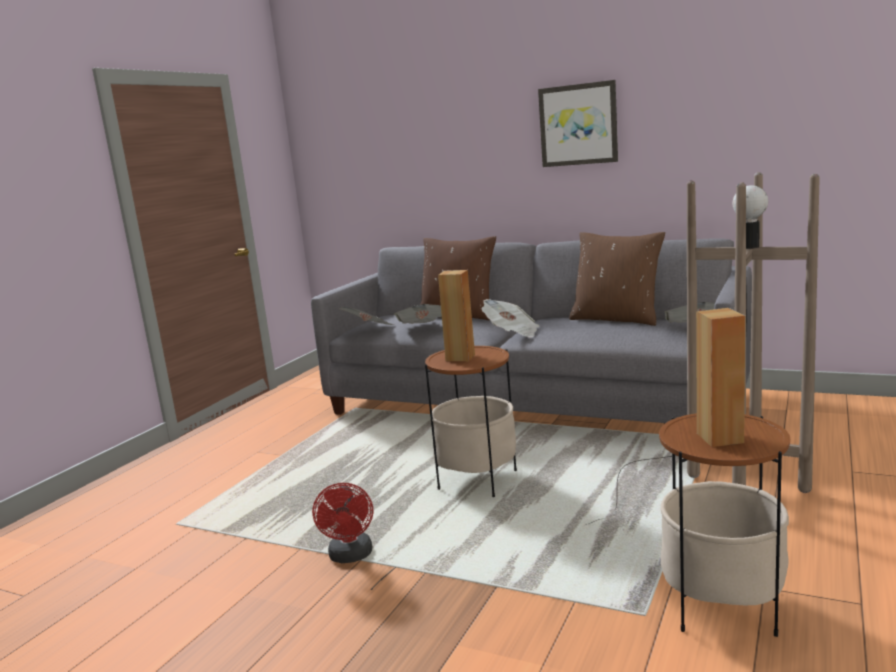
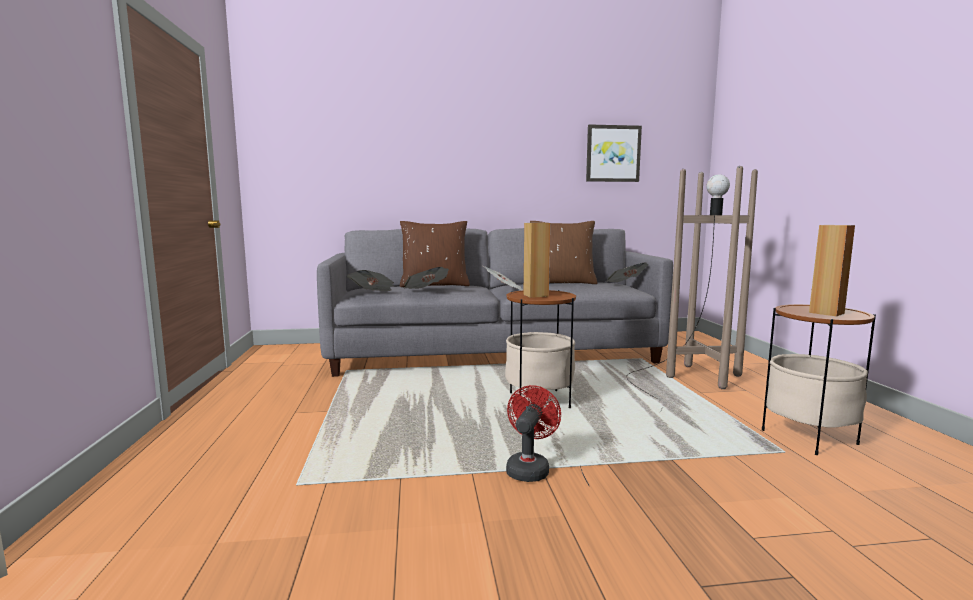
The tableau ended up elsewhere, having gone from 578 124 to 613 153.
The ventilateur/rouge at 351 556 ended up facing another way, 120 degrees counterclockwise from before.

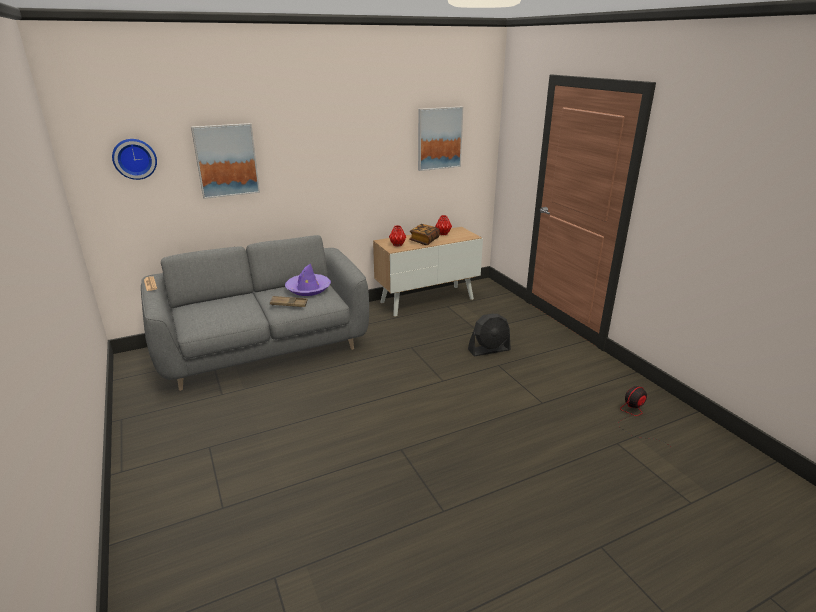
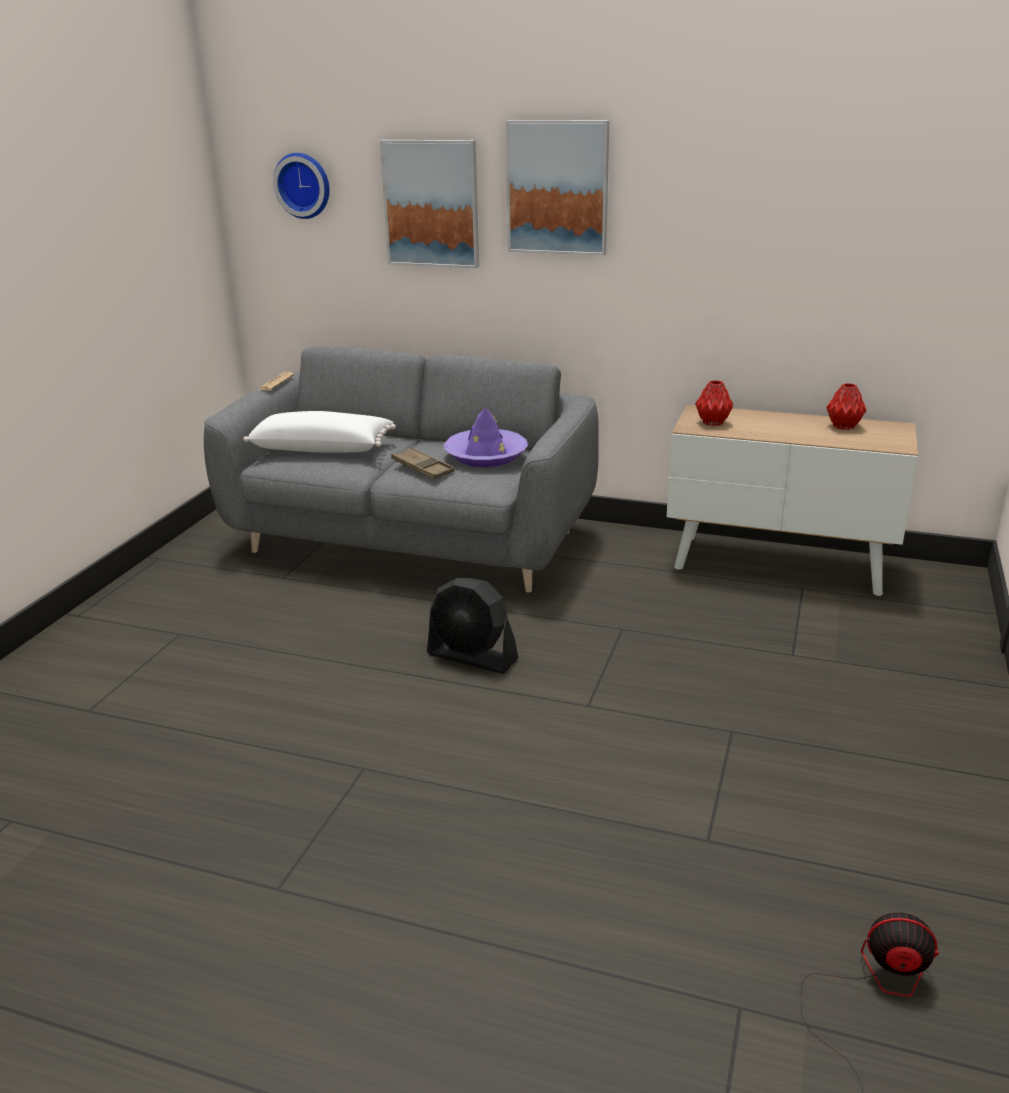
The second view lost the livre at 424 240.
The second view gained the coussin/blanc at 322 448.
The tableau ended up elsewhere, having gone from 439 138 to 557 188.
The ventilateur/noir ended up elsewhere, having gone from 489 350 to 472 657.

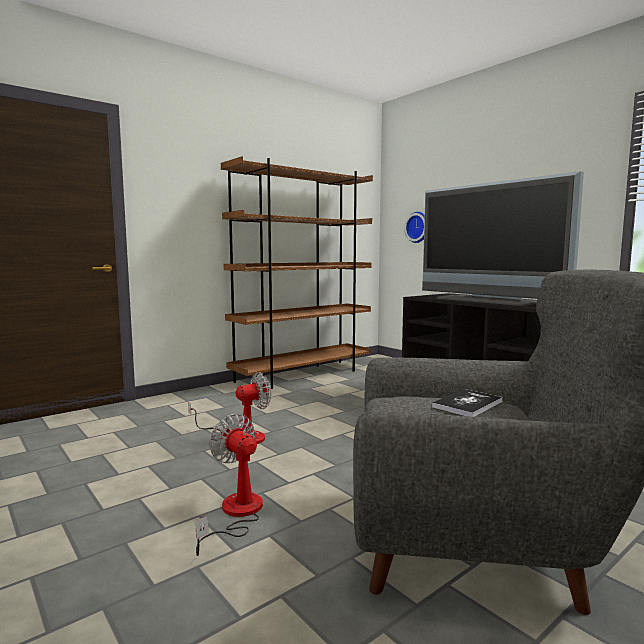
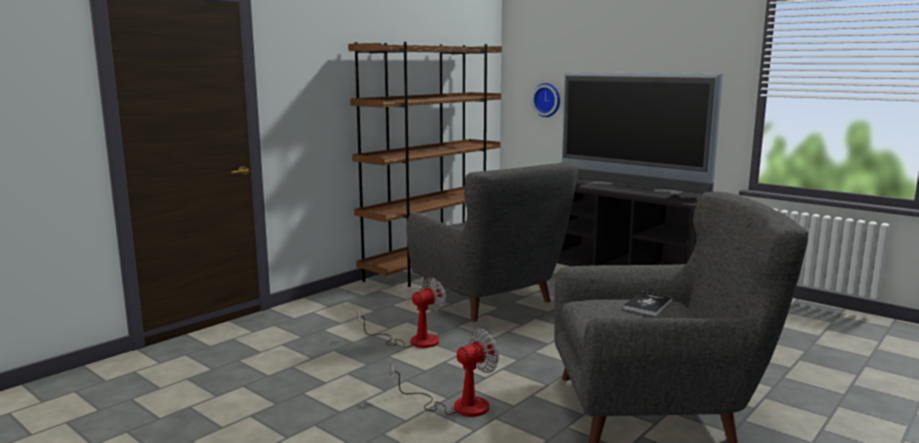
The second view gained the fauteuil/gris at 489 301.
The ventilateur at 236 514 ended up facing another way, 105 degrees clockwise from before.

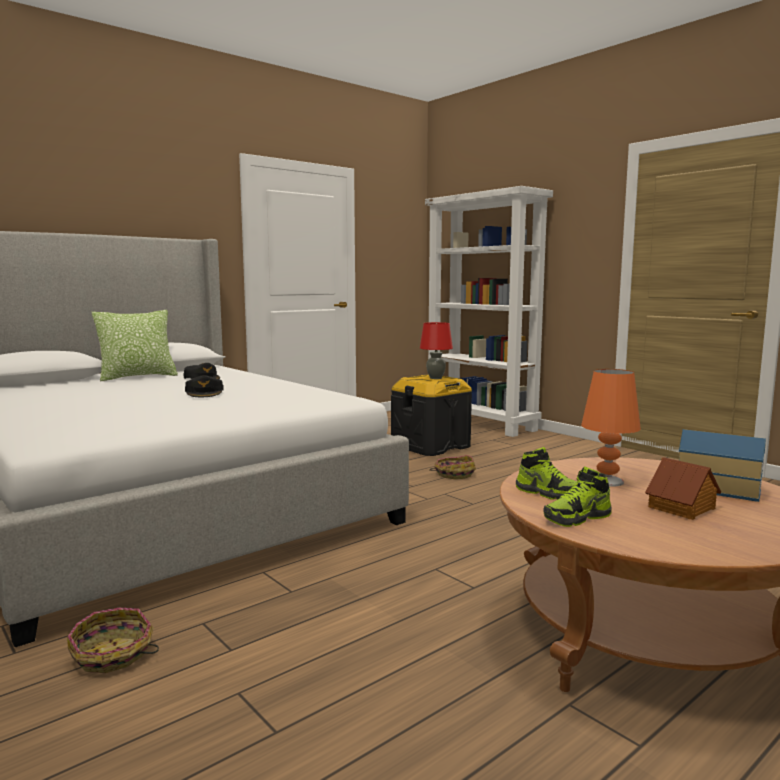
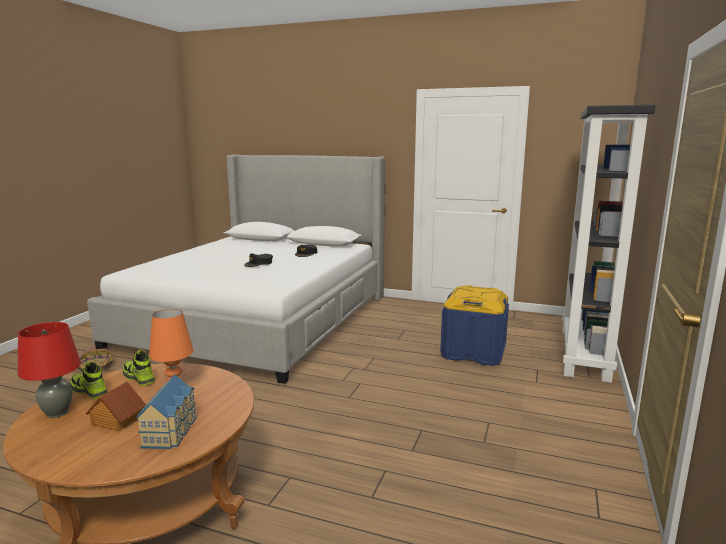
The second view lost the coussin at 137 377.
The second view lost the panier at 454 474.
The lampe de table/rouge ended up elsewhere, having gone from 436 378 to 57 413.
What was the boîte de rangement/noir at 430 446 turned into the boîte de rangement/bleu at 473 352.
What was the bibliothèque/blanc at 481 423 turned into the bibliothèque/noir at 585 354.
The chaussure at 549 493 ended up facing another way, 120 degrees clockwise from before.

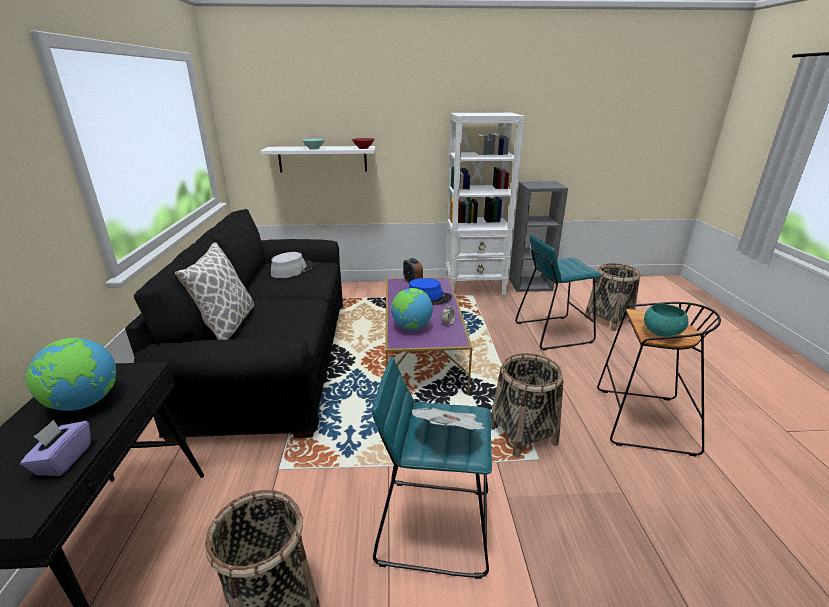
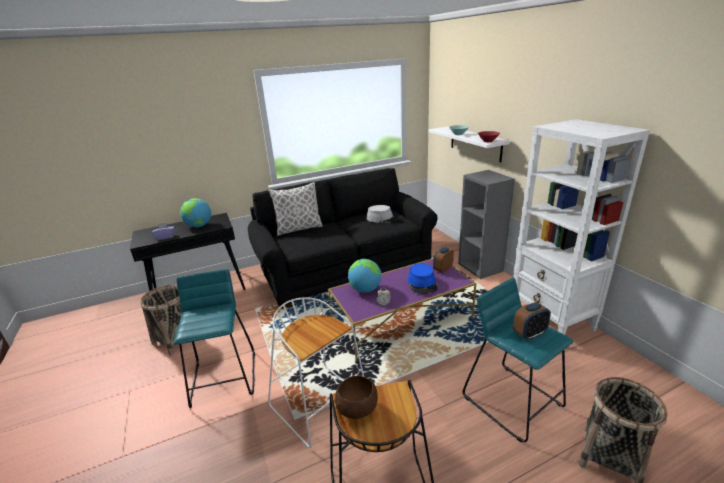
The second view lost the journal at 450 433.
The second view gained the réveil at 529 334.
The bibliothèque/gris ended up elsewhere, having gone from 530 285 to 481 267.
Where the panier stood at 522 434, the tabouret/blanc came to stand at 321 404.
What was the bol/turquoise at 662 333 turned into the bol/marron at 357 410.

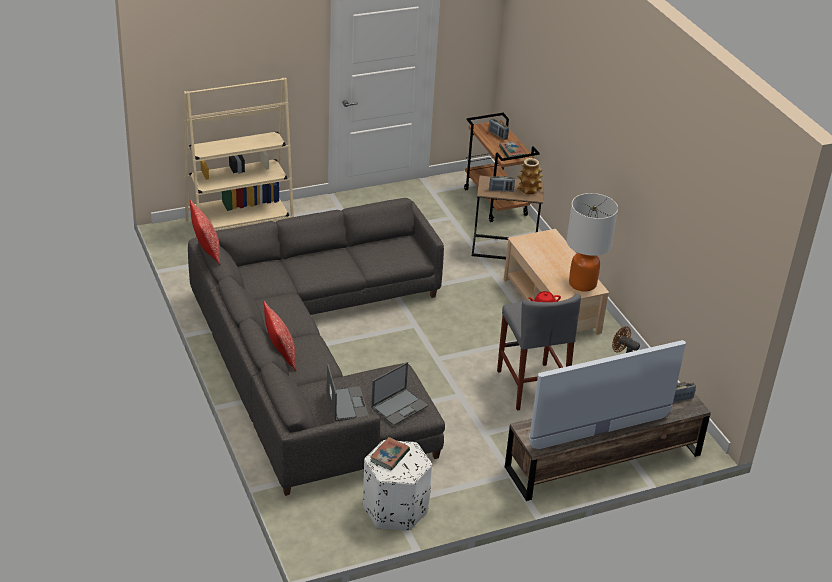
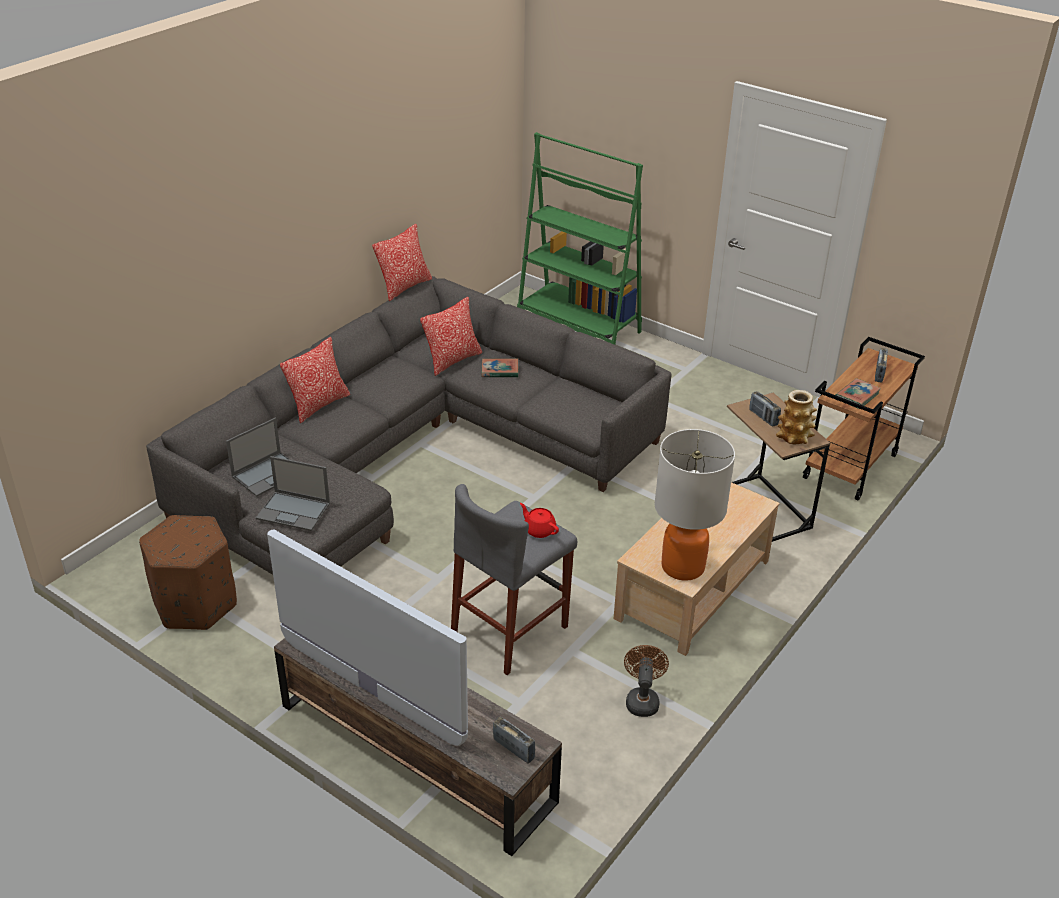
The second view gained the coussin at 452 360.
The livre ended up elsewhere, having gone from 389 456 to 500 371.
What was the bibliothèque/beige at 240 224 turned into the bibliothèque/vert at 578 326.
What was the pouf/blanc at 395 509 turned into the pouf/marron at 195 604.

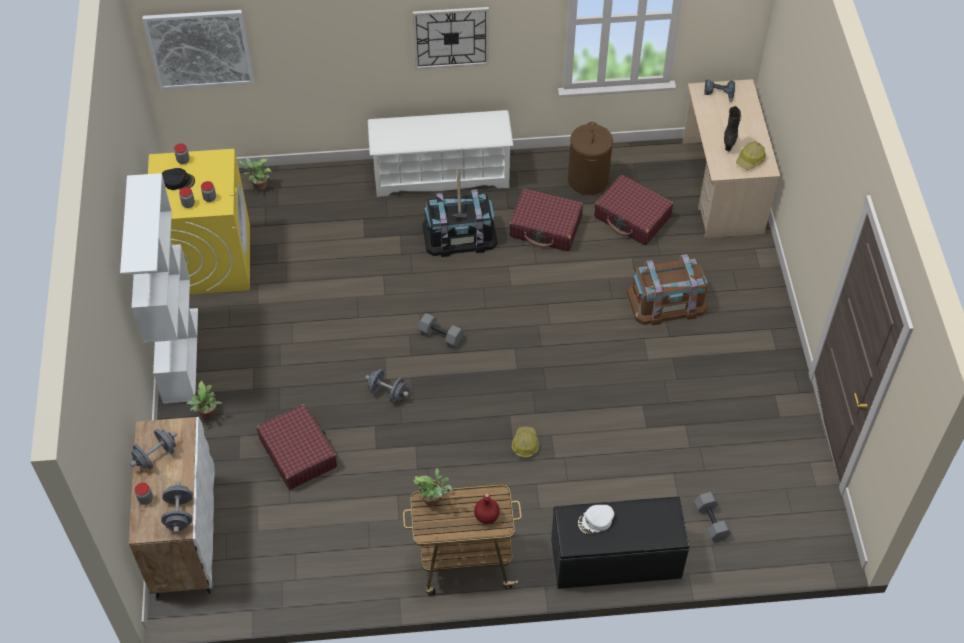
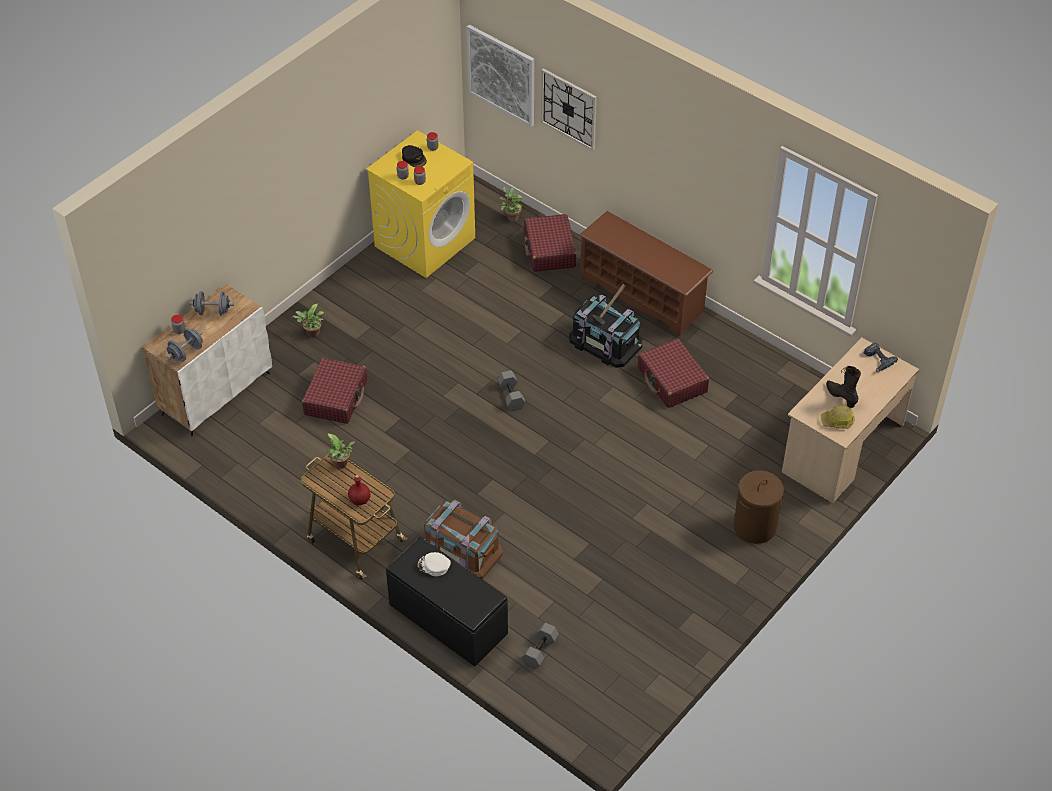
The second view lost the bibliothèque/blanc at 180 354.
The second view lost the haltère/gris at 387 392.
The second view lost the casque de chantier at 525 444.
The horloge murale ended up elsewhere, having gone from 451 37 to 569 109.
The panier à linge/marron ended up elsewhere, having gone from 588 180 to 754 527.
The valise/rouge ended up elsewhere, having gone from 632 217 to 549 250.
The boîte de rangement/marron ended up elsewhere, having gone from 666 301 to 461 550.
What was the étagère à chaussures/blanc at 441 175 turned into the étagère à chaussures/marron at 642 294.
The botte/noir at 730 139 ended up facing another way, 90 degrees counterclockwise from before.

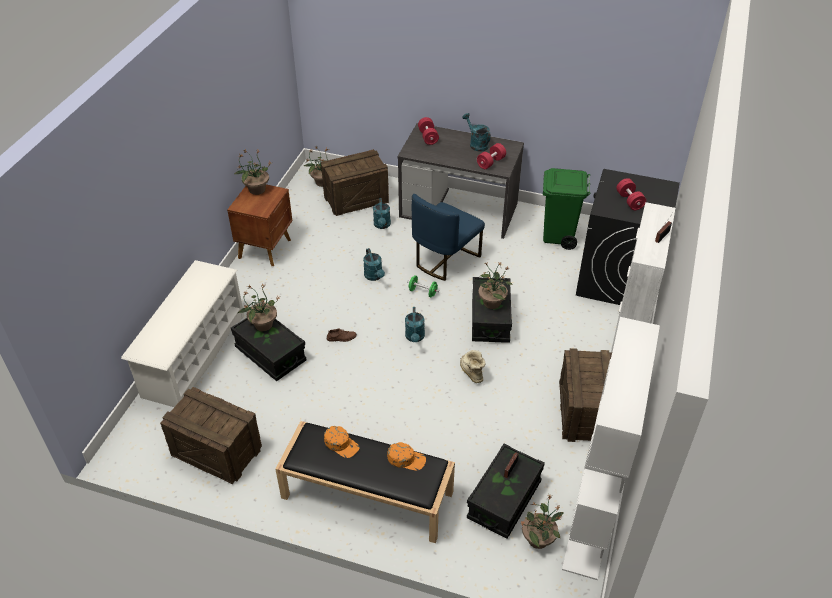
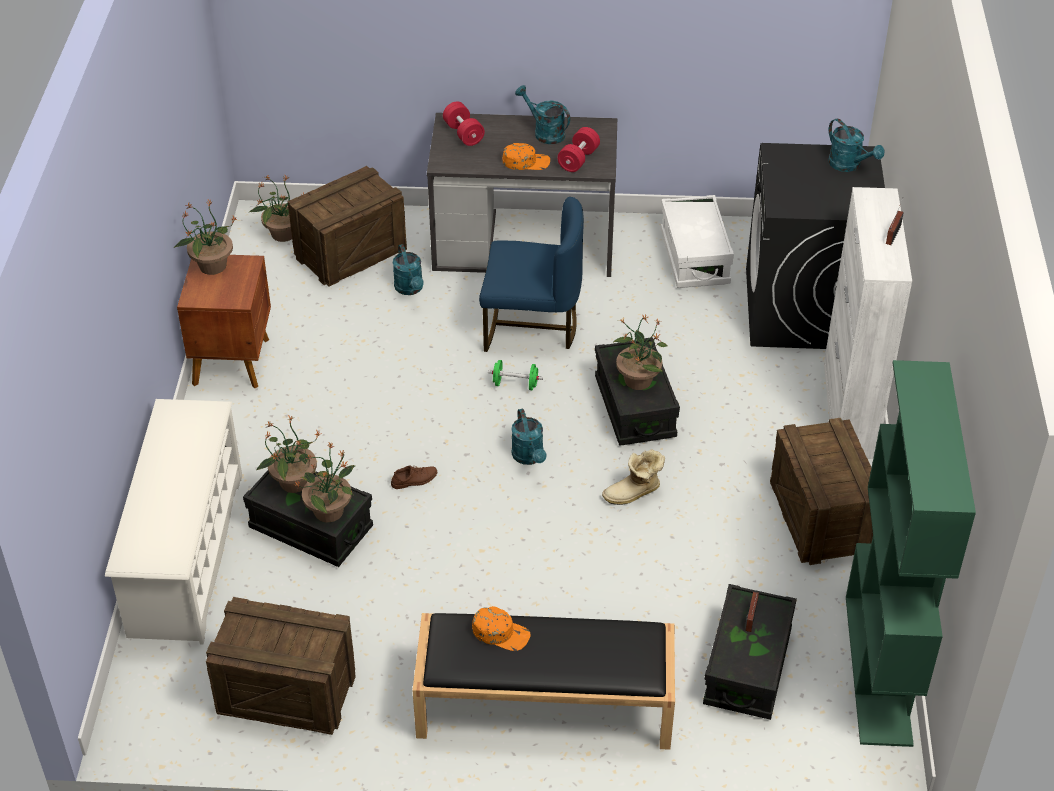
The second view lost the haltère/rouge at 629 201.
The arrosoir/turquoise ended up elsewhere, having gone from 374 276 to 849 165.
The casquette/orange ended up elsewhere, having gone from 406 459 to 526 161.
The plante en pot ended up elsewhere, having gone from 539 539 to 329 511.
Where the poubelle/vert stood at 558 236, the boîte de rangement/blanc came to stand at 694 258.
What was the bibliothèque/blanc at 591 521 turned into the bibliothèque/vert at 879 670.
The chaise/bleu at 445 260 ended up facing another way, 105 degrees counterclockwise from before.
The botte at 471 373 ended up facing another way, 75 degrees counterclockwise from before.

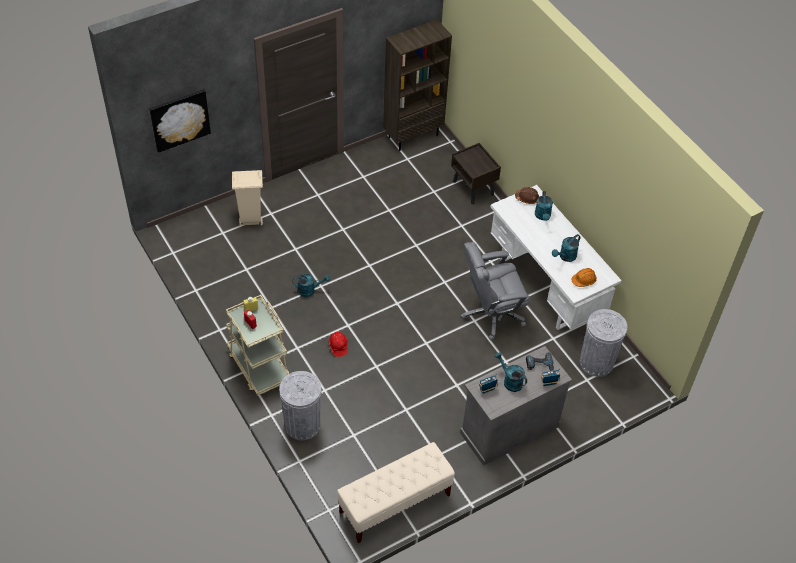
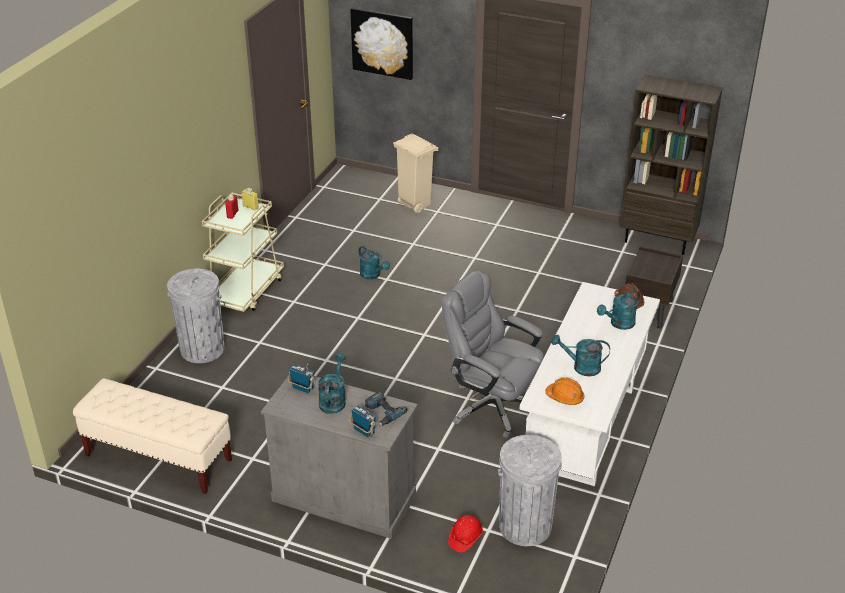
The casque de chantier/rouge ended up elsewhere, having gone from 338 346 to 465 538.

